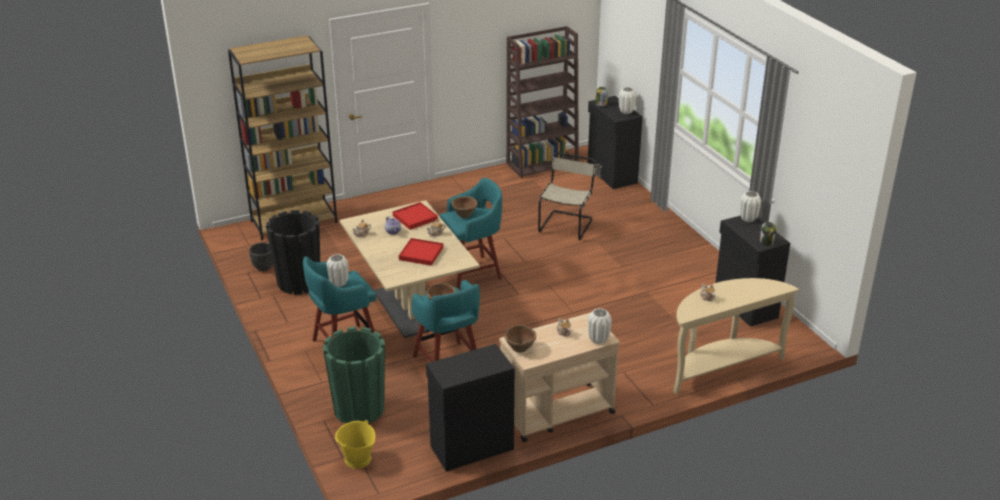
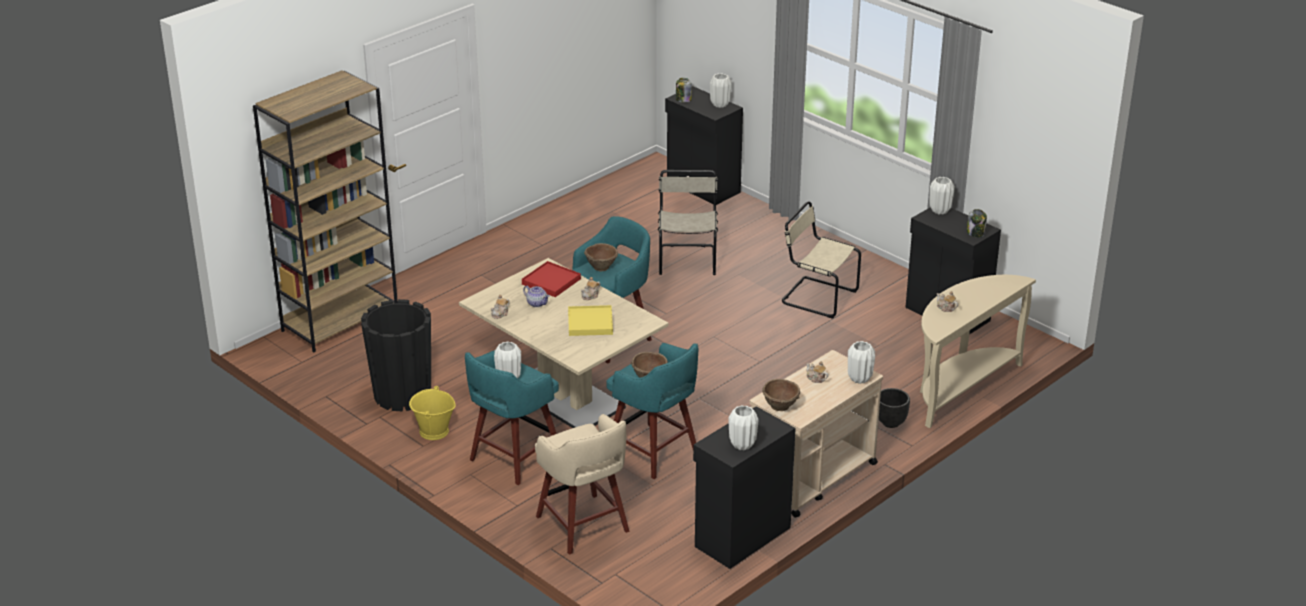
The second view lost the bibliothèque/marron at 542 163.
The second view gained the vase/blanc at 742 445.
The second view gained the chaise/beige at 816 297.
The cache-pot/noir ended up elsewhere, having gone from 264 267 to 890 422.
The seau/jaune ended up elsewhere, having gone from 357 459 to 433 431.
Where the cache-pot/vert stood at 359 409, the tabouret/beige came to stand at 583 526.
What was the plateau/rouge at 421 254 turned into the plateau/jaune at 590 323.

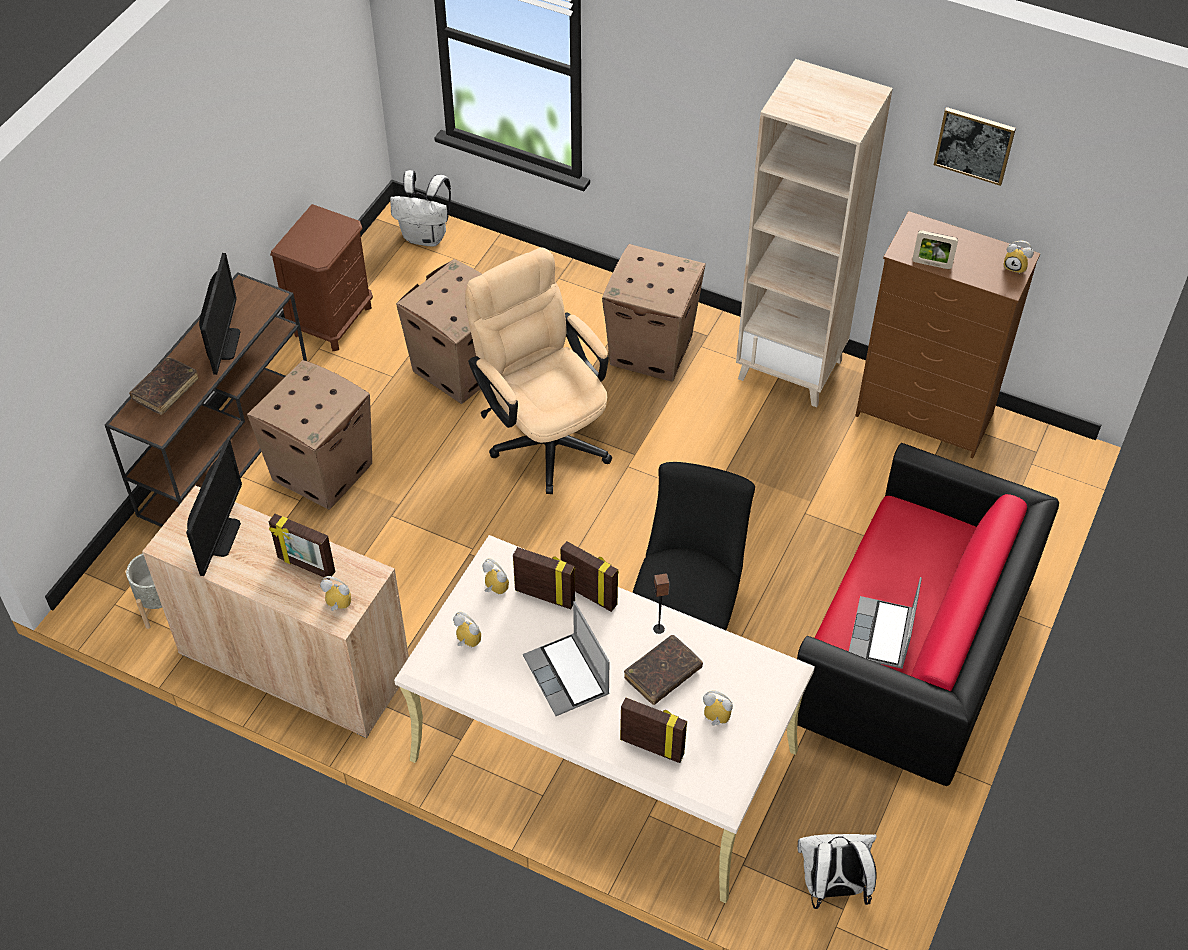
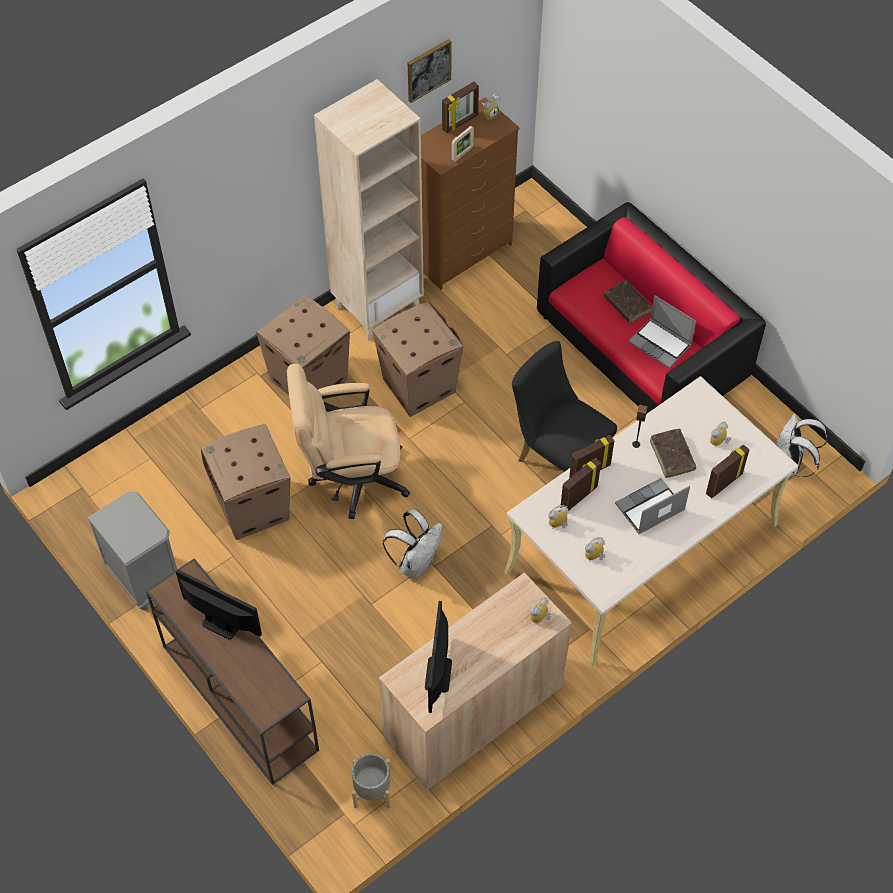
The livre/marron ended up elsewhere, having gone from 165 390 to 627 305.
The carton ended up elsewhere, having gone from 323 471 to 418 385.
The cadre photo ended up elsewhere, having gone from 306 566 to 460 123.
The sac à dos/blanc ended up elsewhere, having gone from 426 236 to 416 562.
What was the table de chevet/marron at 332 320 turned into the table de chevet/gris at 145 577.
The écran d'ordinateur at 220 536 ended up facing another way, 120 degrees counterclockwise from before.
The ordinateur portable at 568 676 ended up facing another way, 150 degrees clockwise from before.

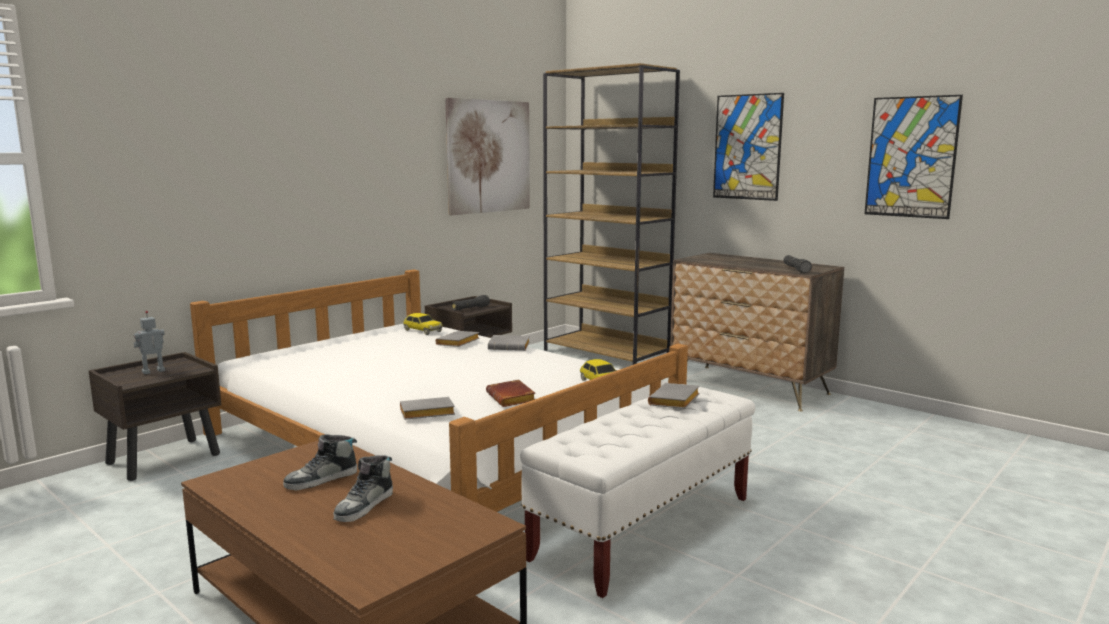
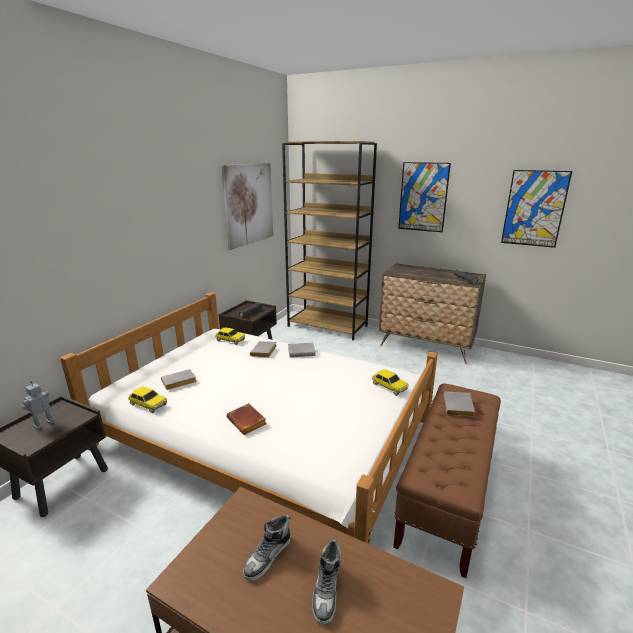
The second view gained the petite voiture at 148 404.
The livre/gris ended up elsewhere, having gone from 425 414 to 178 383.
The livre/marron ended up elsewhere, having gone from 512 398 to 248 422.
What was the banc/blanc at 644 528 turned into the banc/marron at 447 493.

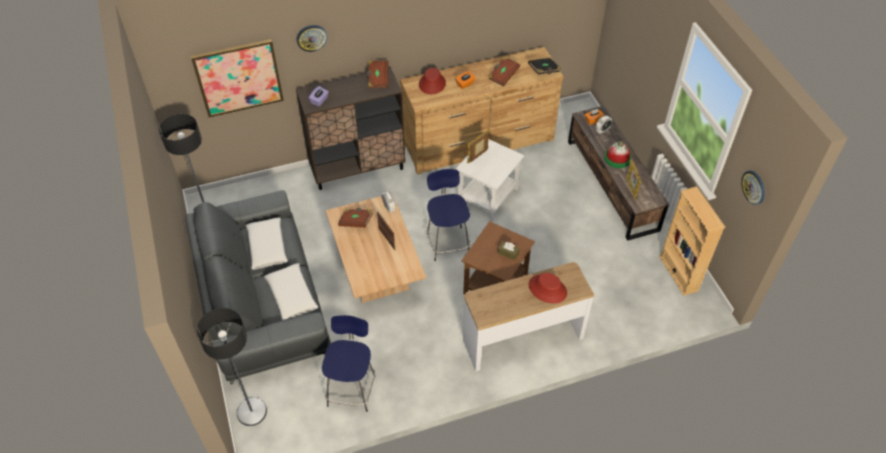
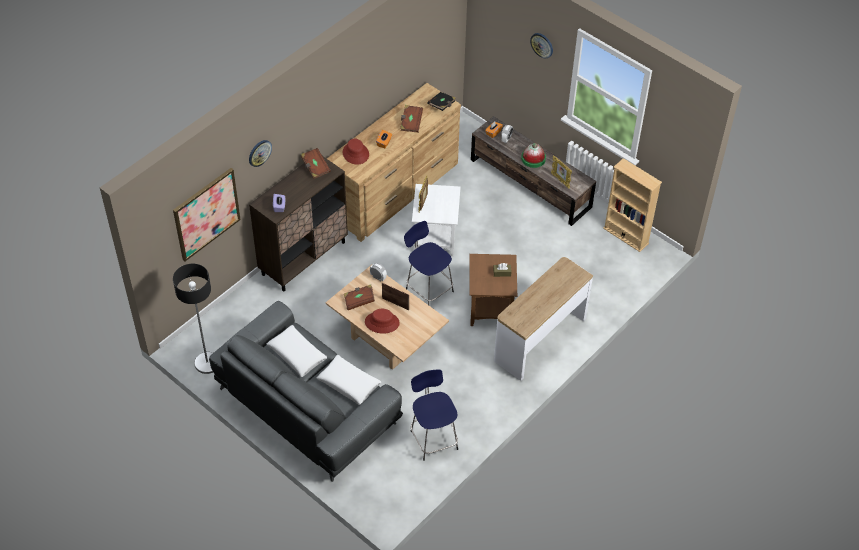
The second view lost the lampadaire at 251 412.
The chapeau/rouge ended up elsewhere, having gone from 547 289 to 382 322.
The horloge murale ended up elsewhere, having gone from 753 187 to 542 45.

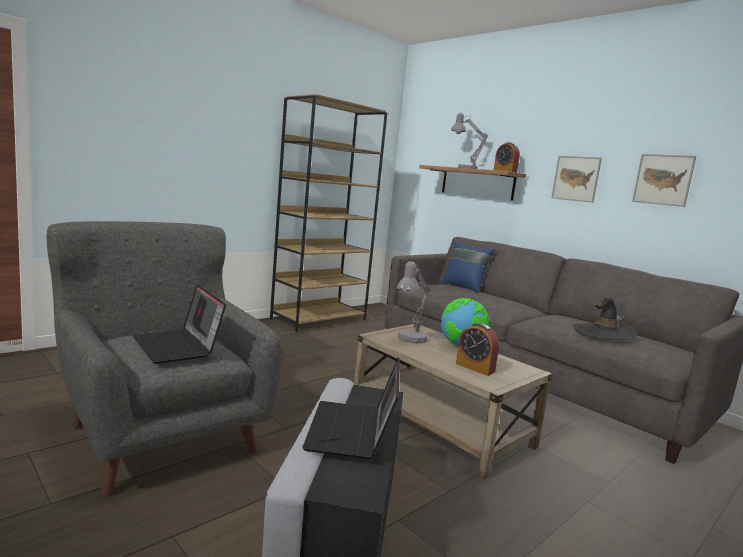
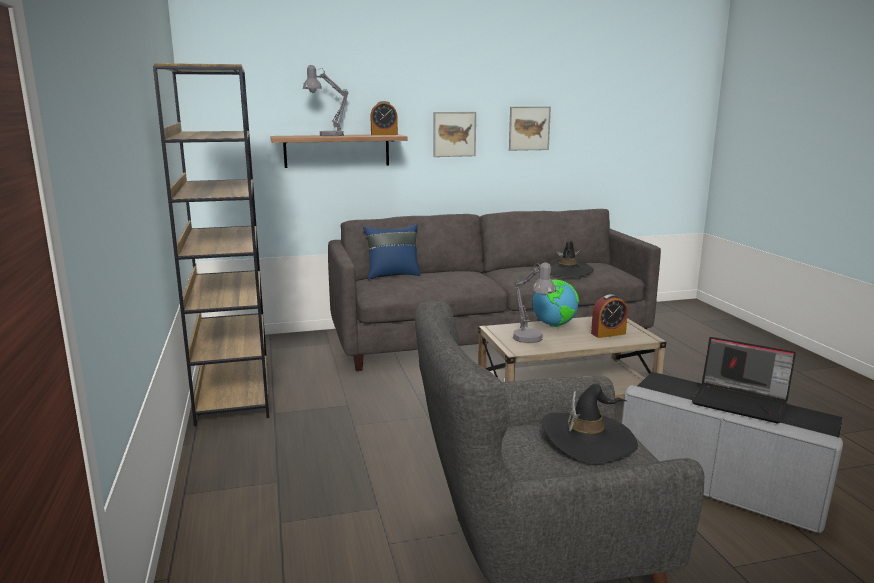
Where the ordinateur portable stood at 178 347, the chapeau/noir came to stand at 588 439.

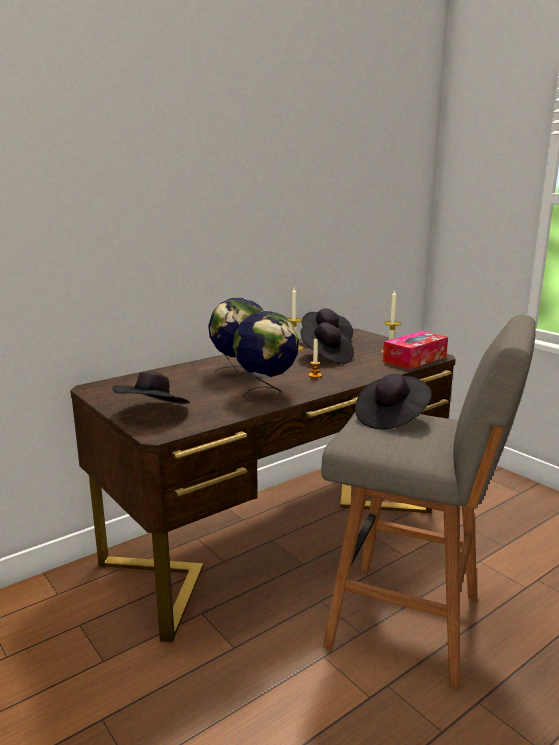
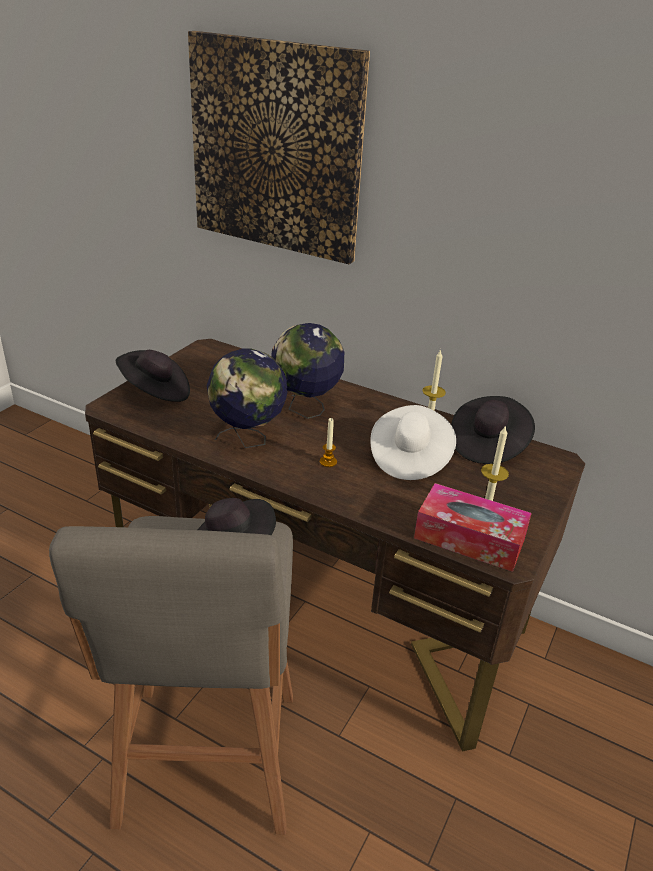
The second view gained the tableau at 276 148.
What was the chapeau/noir at 326 357 turned into the chapeau/blanc at 409 458.

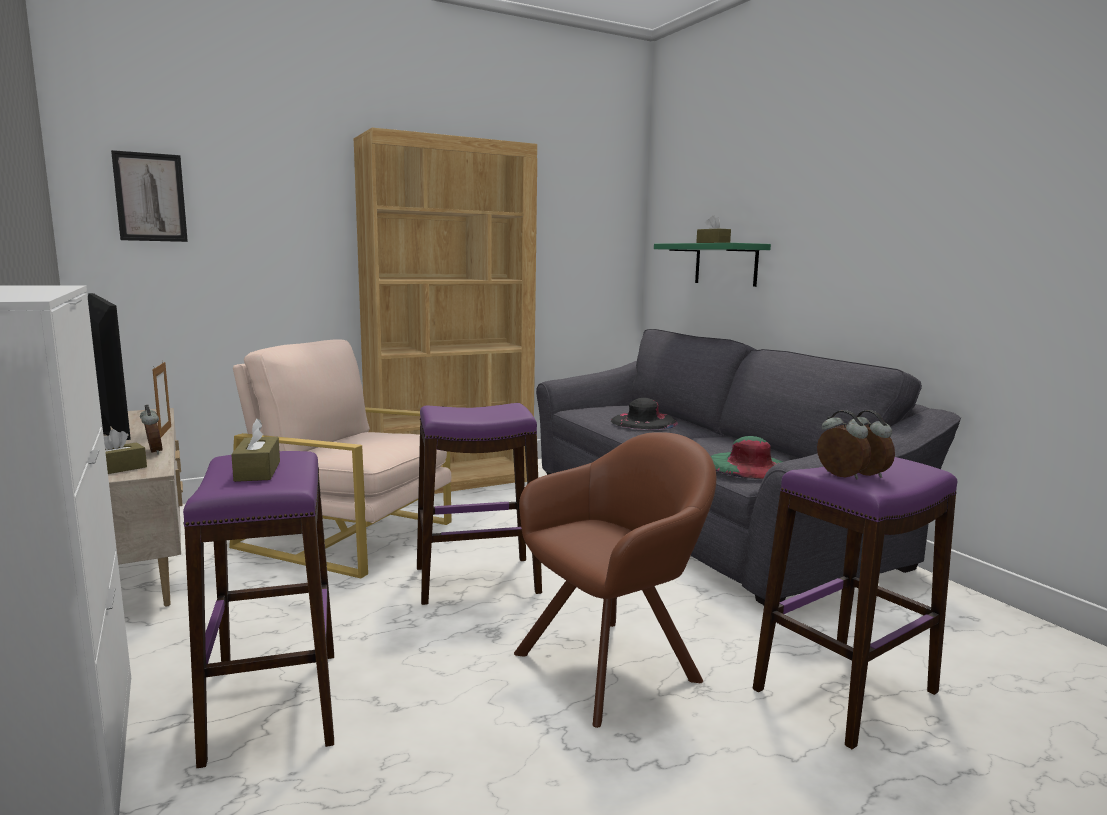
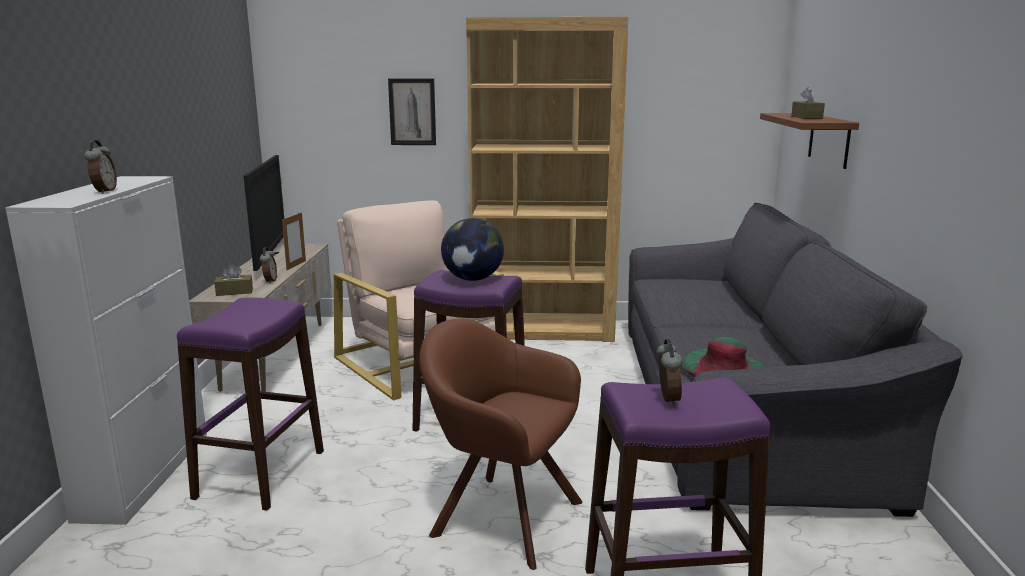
The second view lost the boîte à mouchoirs/marron at 257 471.
The second view lost the chapeau/noir at 644 421.
The second view gained the globe at 473 279.
The tableau ended up elsewhere, having gone from 150 197 to 412 112.
The réveil ended up elsewhere, having gone from 839 476 to 104 191.
What was the étagère/vert at 726 264 turned into the étagère/marron at 829 140.
The fauteuil/marron at 615 664 ended up facing another way, 150 degrees counterclockwise from before.

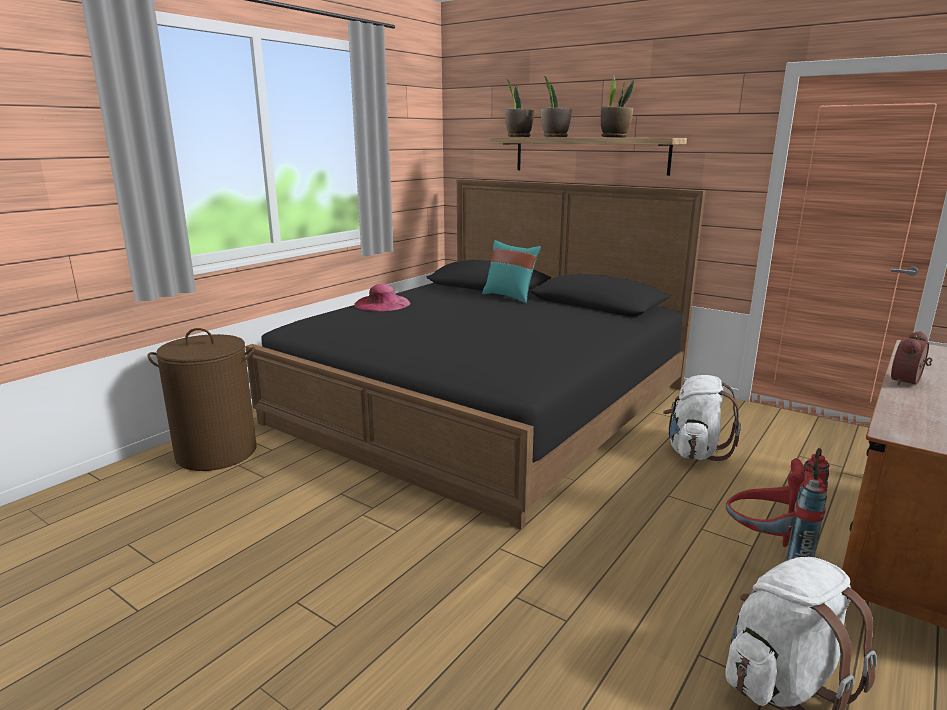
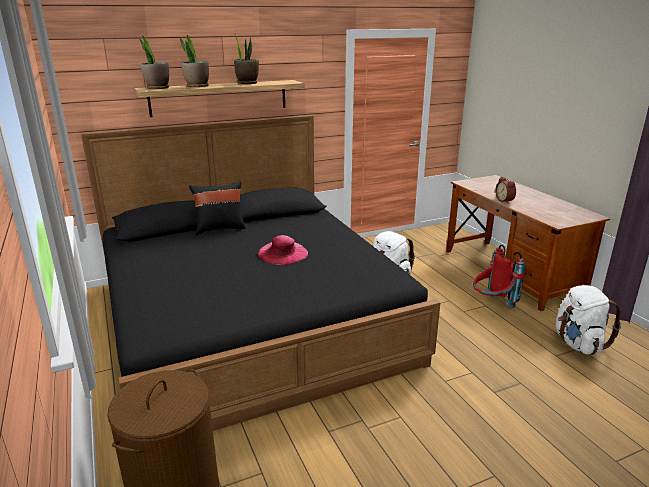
The chapeau/rose ended up elsewhere, having gone from 382 304 to 282 253.
What was the coussin/turquoise at 510 297 turned into the coussin/noir at 220 228.

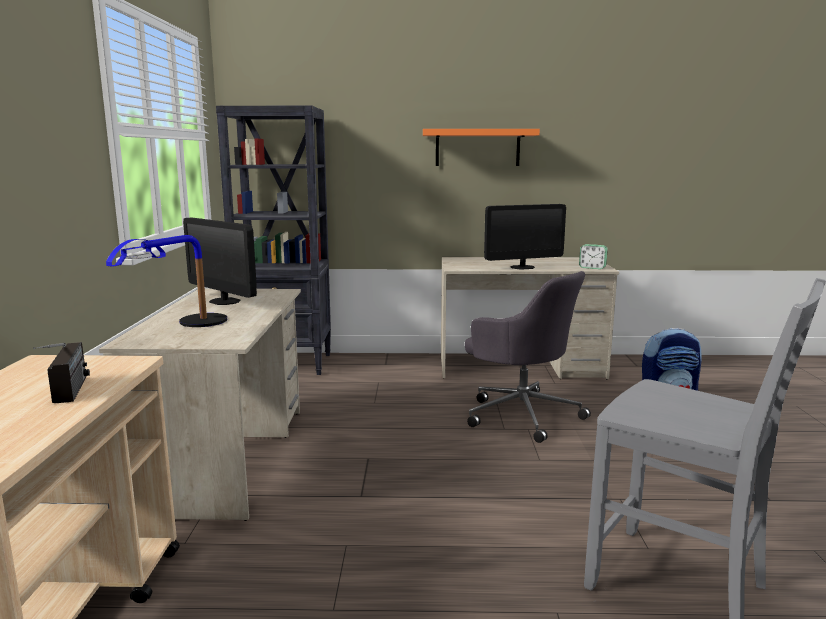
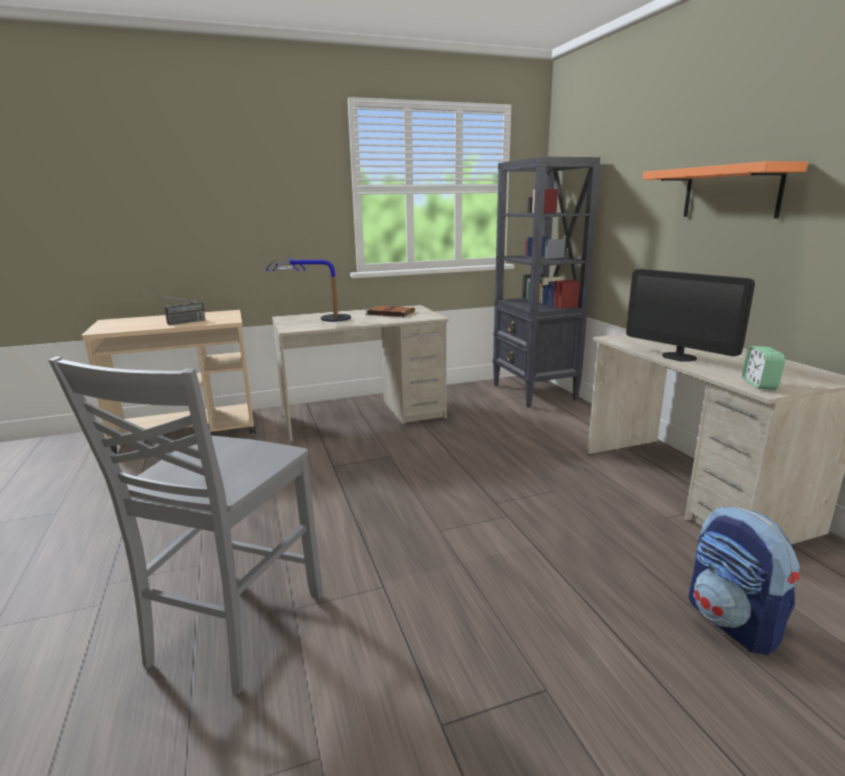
The second view lost the chaise de bureau/gris at 521 414.
Where the écran d'ordinateur stood at 224 301, the livre/marron came to stand at 389 313.

